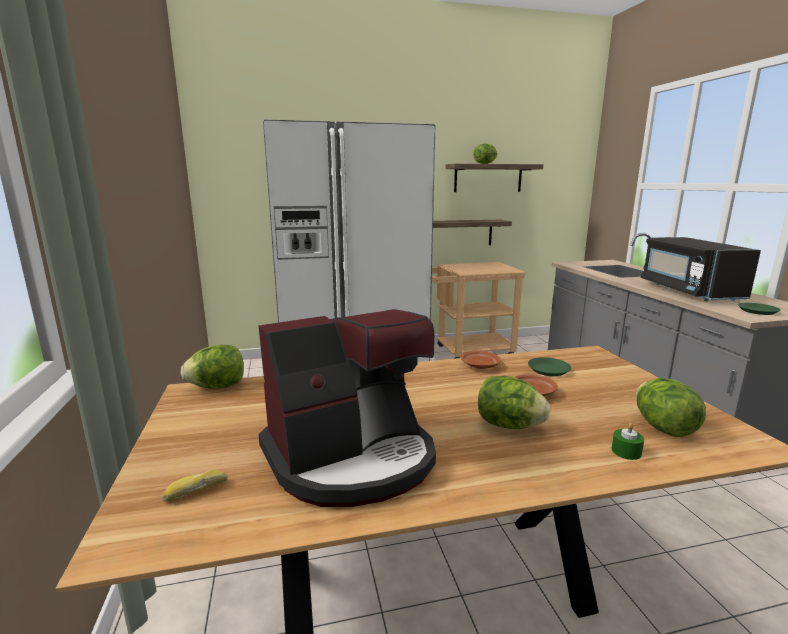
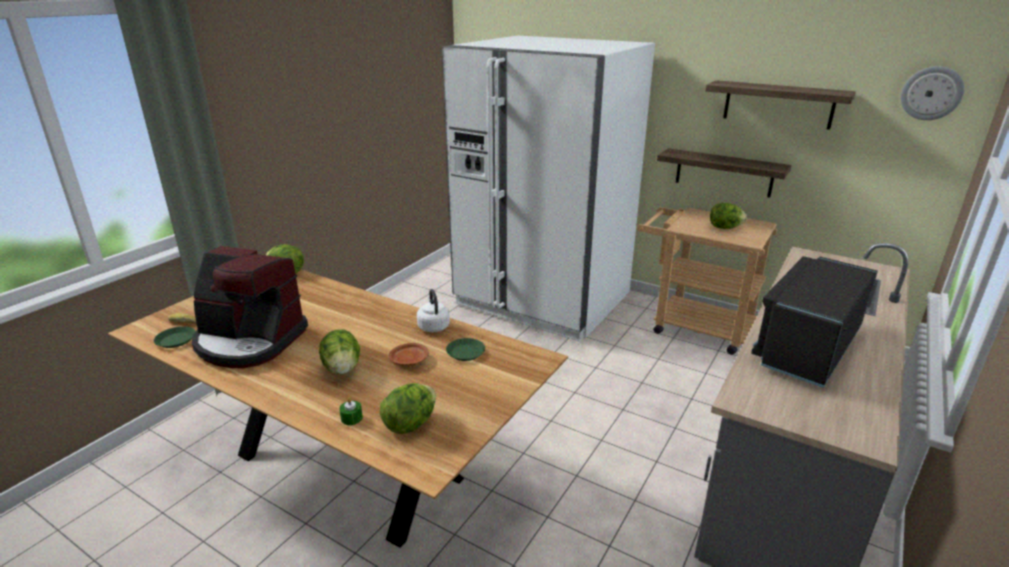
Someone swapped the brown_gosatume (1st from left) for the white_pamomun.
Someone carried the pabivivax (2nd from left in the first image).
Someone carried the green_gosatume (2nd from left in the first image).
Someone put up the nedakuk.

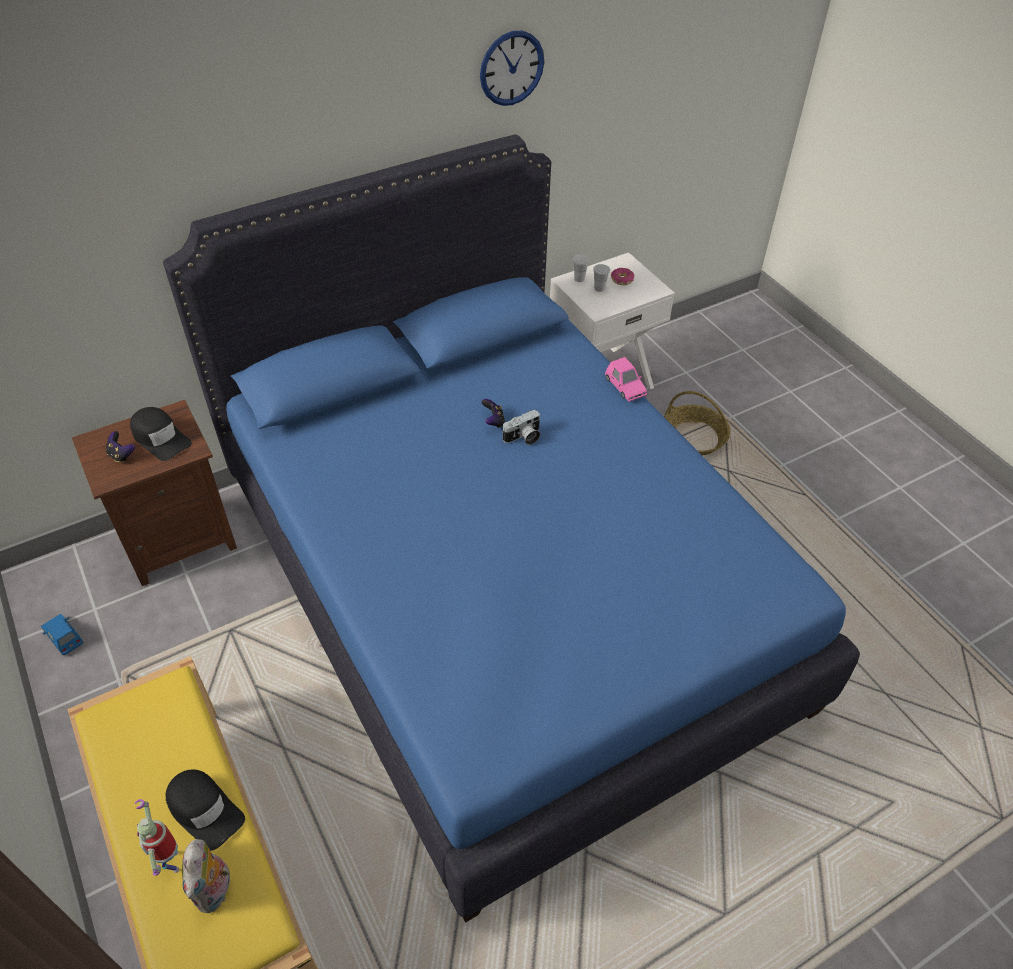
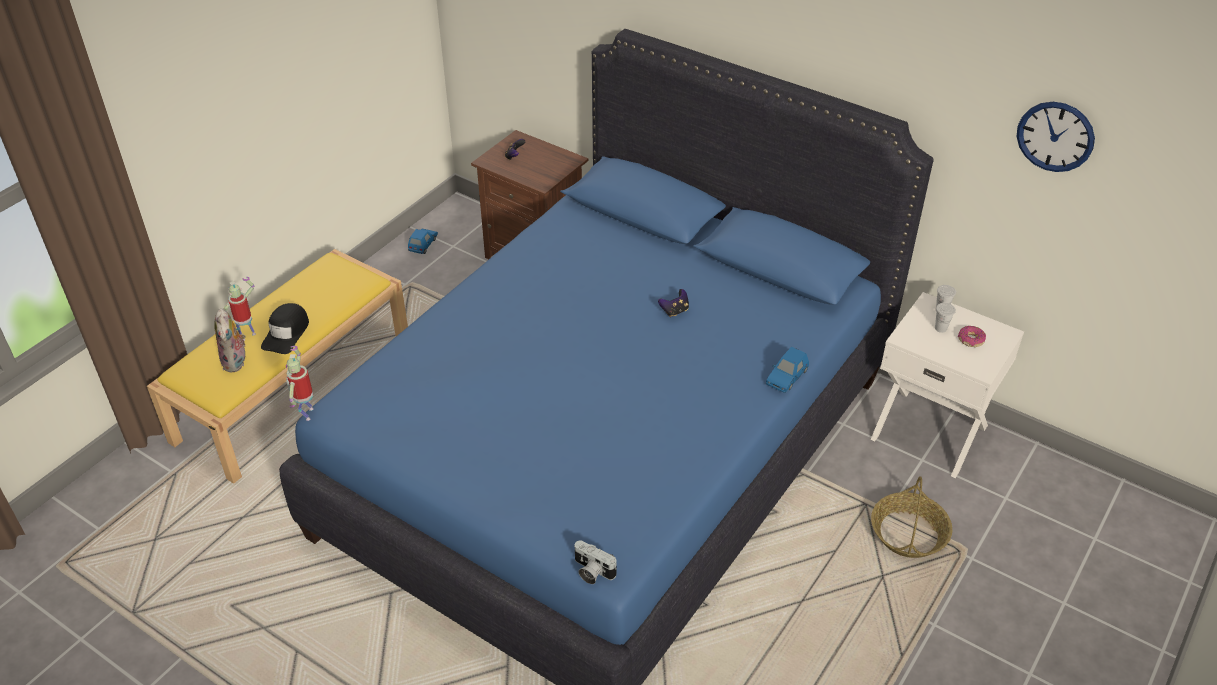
Someone took away the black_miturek (1st from left).
Someone rotated the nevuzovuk by 75 degrees counterclockwise.
Someone carried the nedakuk.
Someone carried the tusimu.
Someone repainted the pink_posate, which became the blue_posate (2nd from left).
Someone put down the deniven (2nd from left).

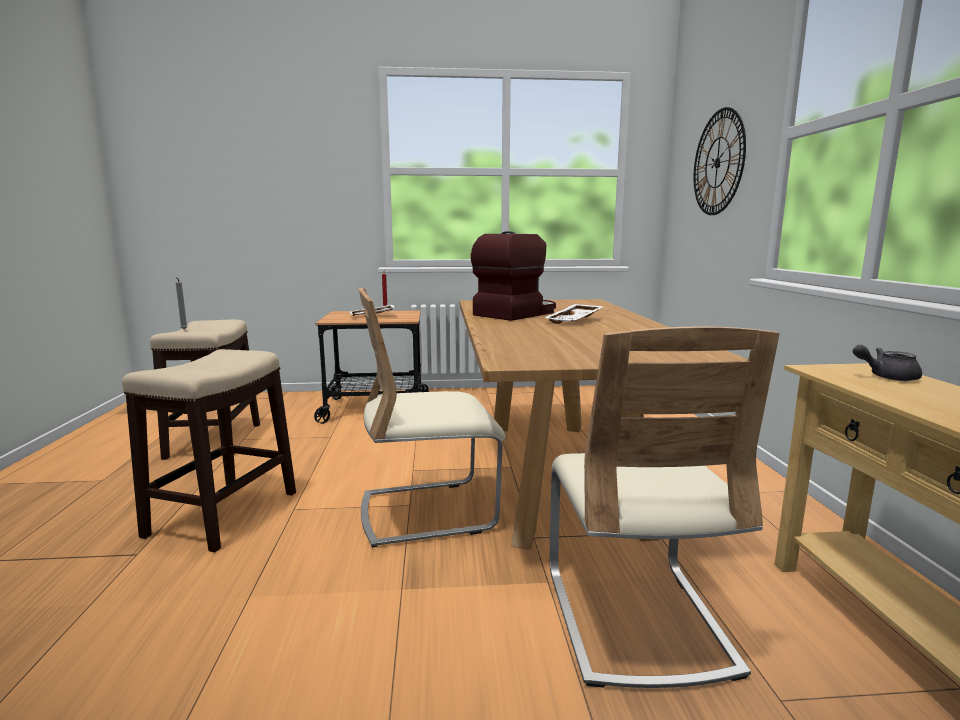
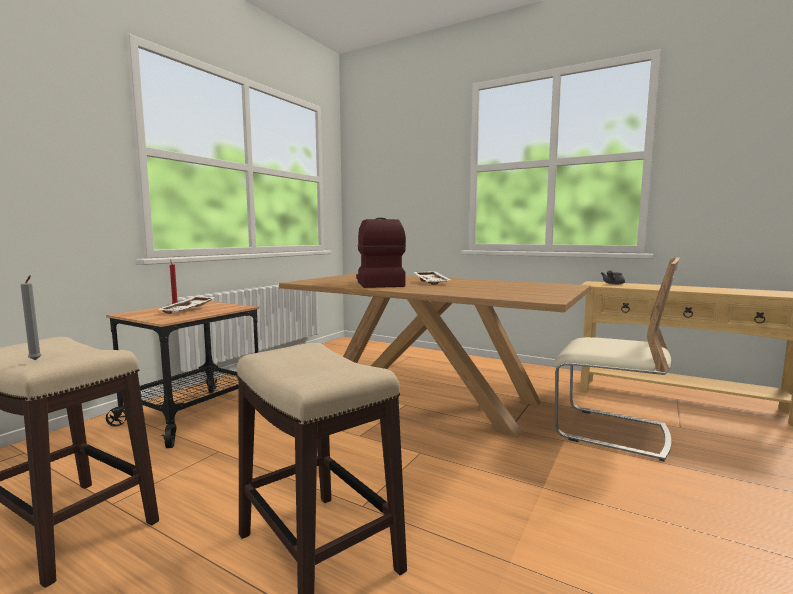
Someone took away the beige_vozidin (1st from left).
Someone took away the nedakuk.

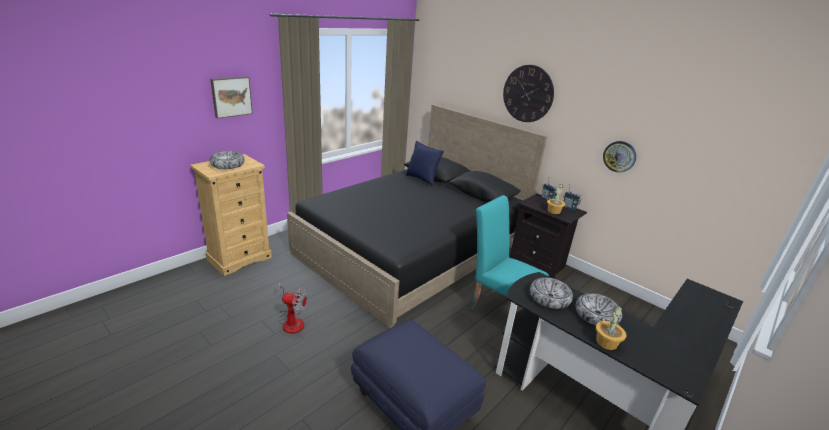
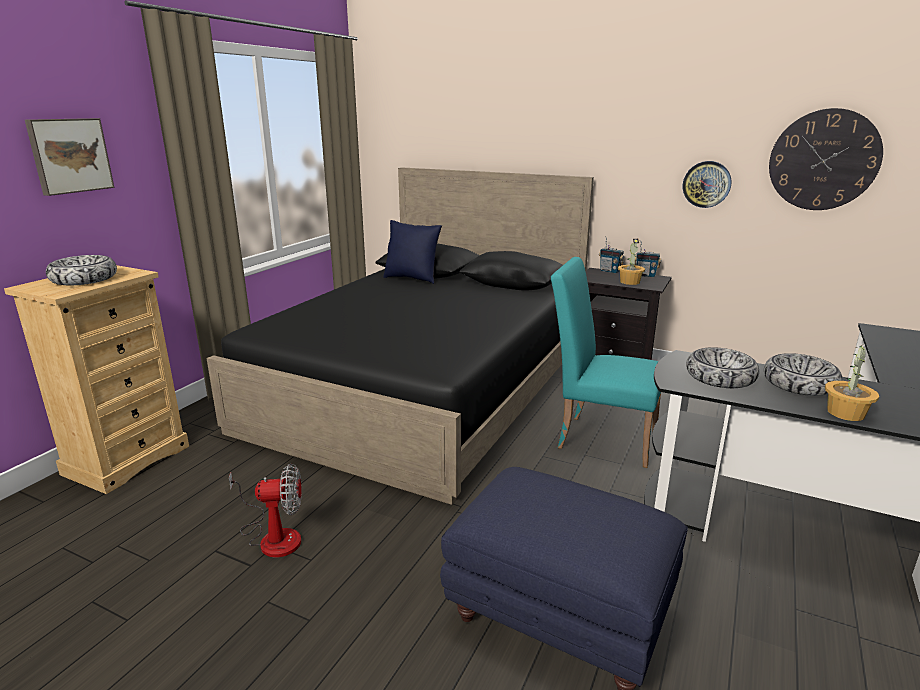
Someone carried the nedakuk (1st from left in the first image).

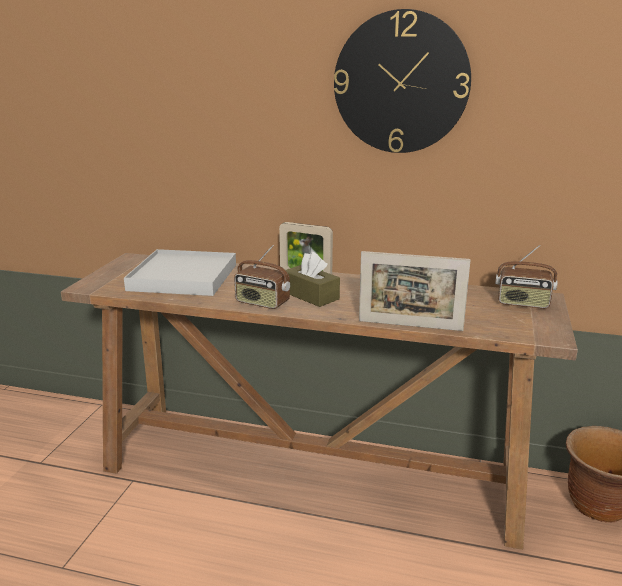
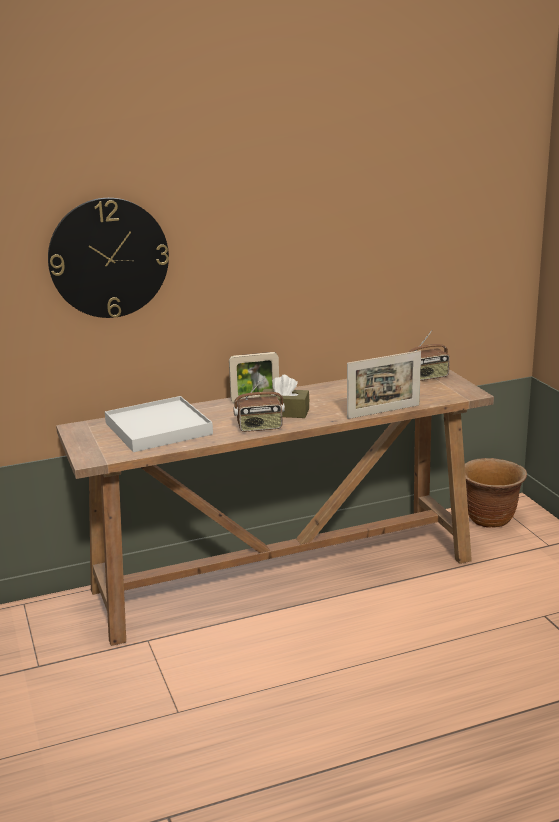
Someone carried the nedakuk.

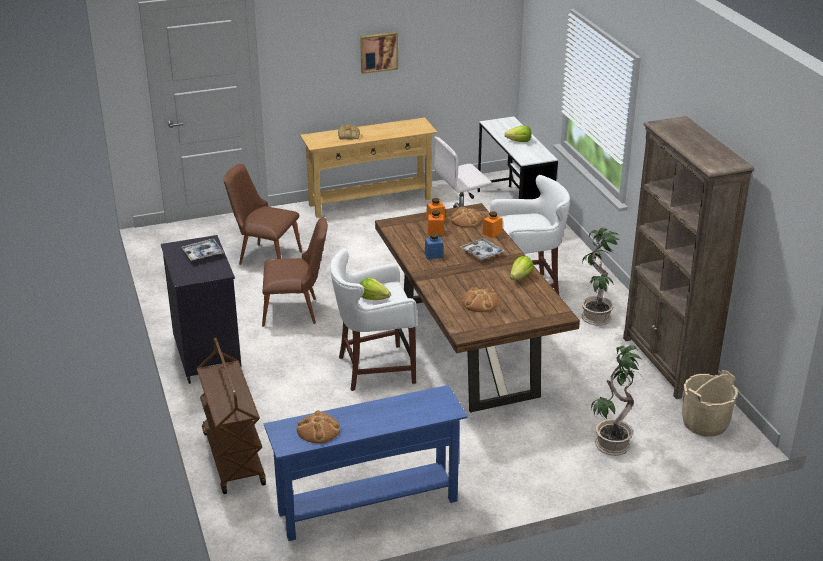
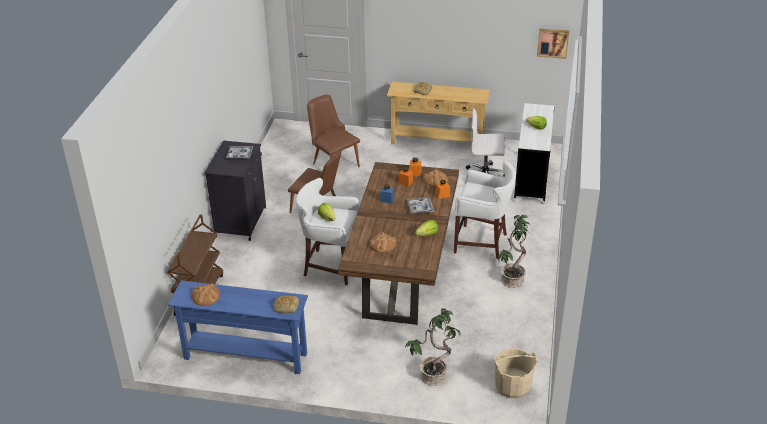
Someone carried the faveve.
Someone took away the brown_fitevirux.
Someone put down the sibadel (2nd from left).

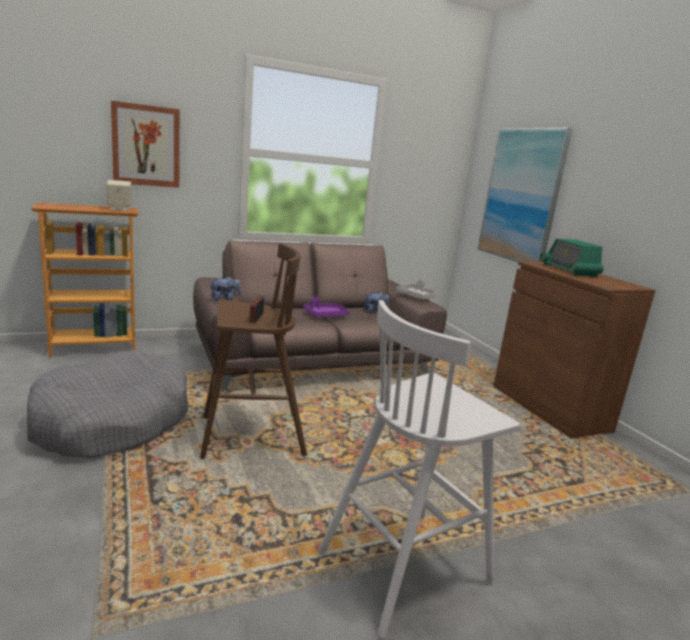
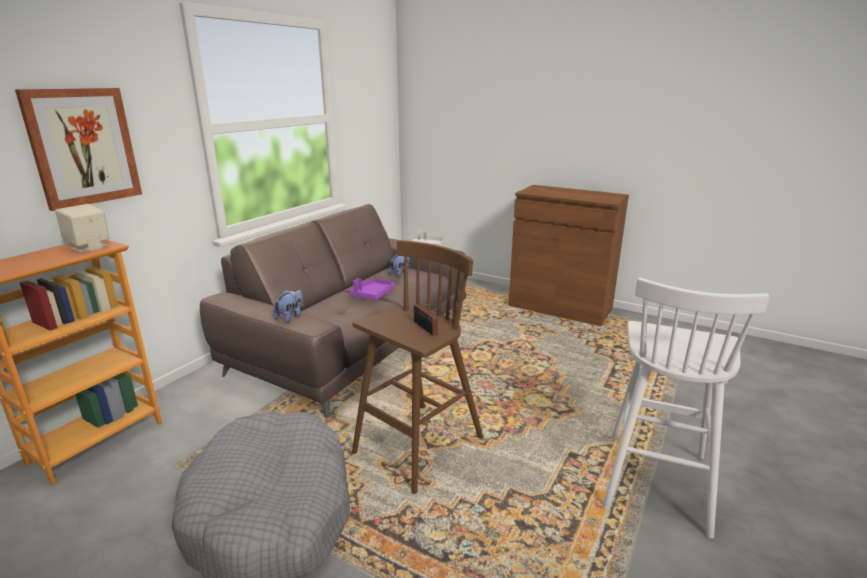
Someone took away the faveve (2nd from left).
Someone took away the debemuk (2nd from left).

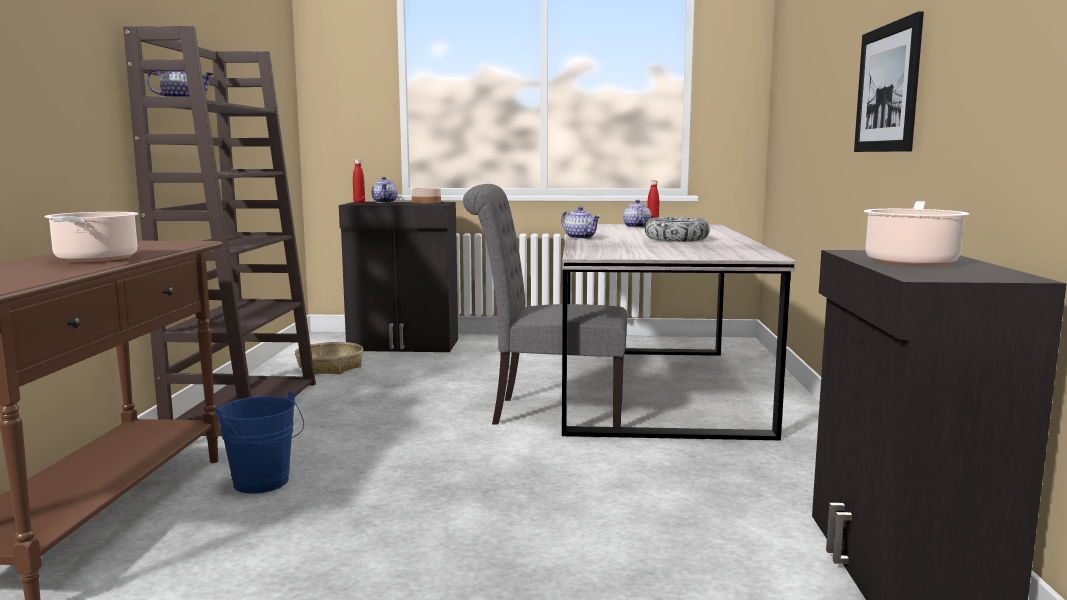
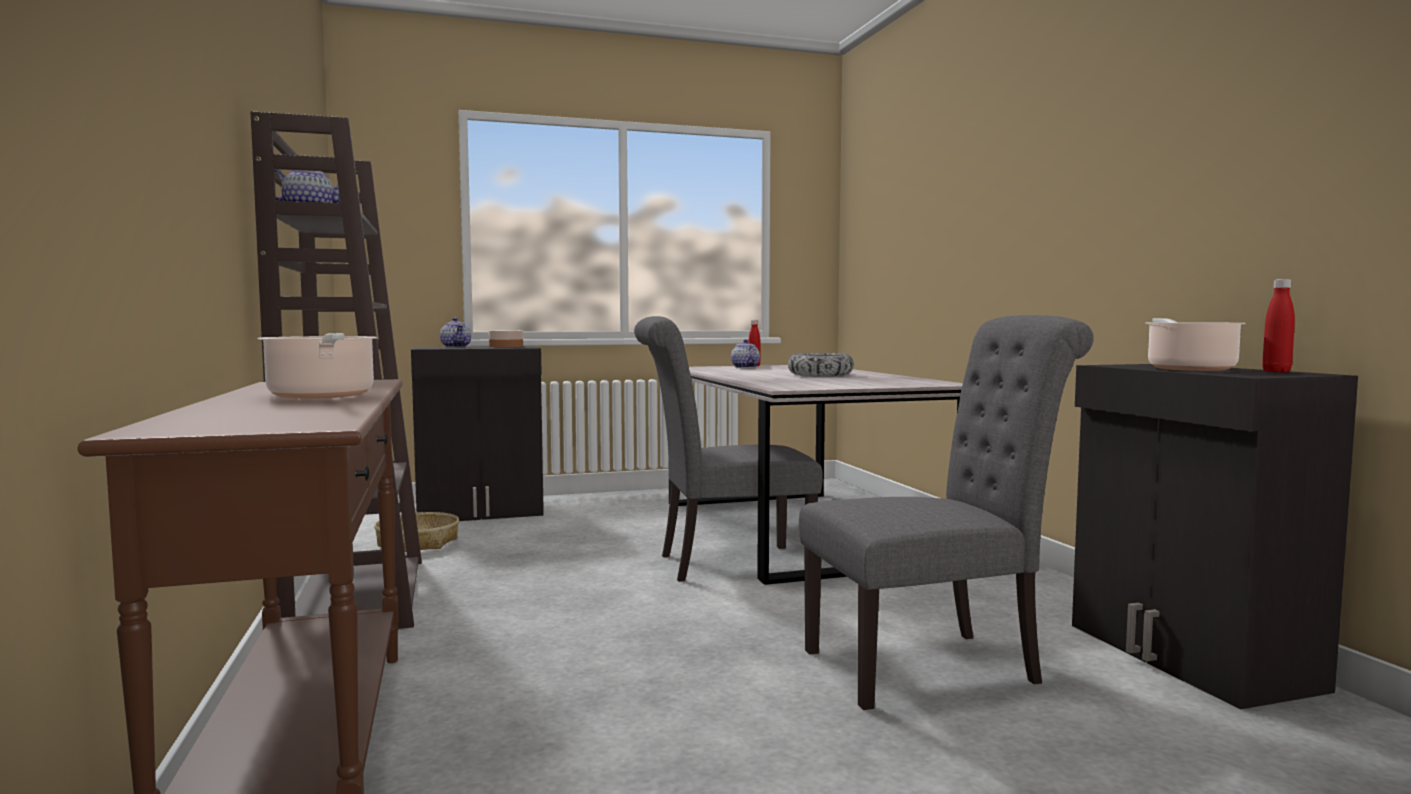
Someone took away the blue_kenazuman.
Someone carried the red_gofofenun (1st from left in the first image).
Someone took away the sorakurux (3rd from left).
Someone took away the faveve.
Someone put down the grey_vozidin (2nd from left).

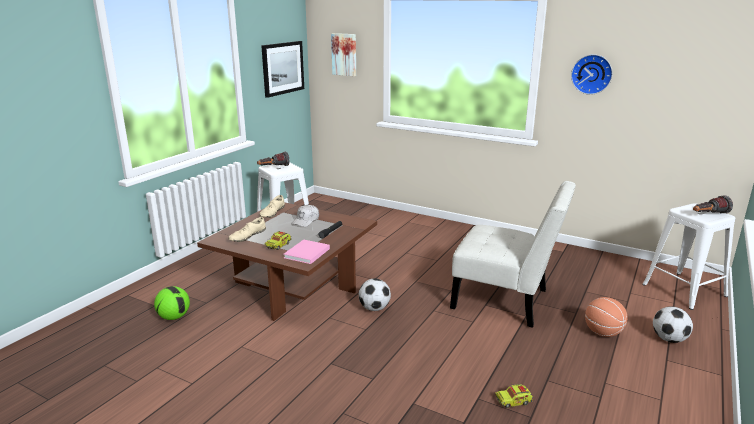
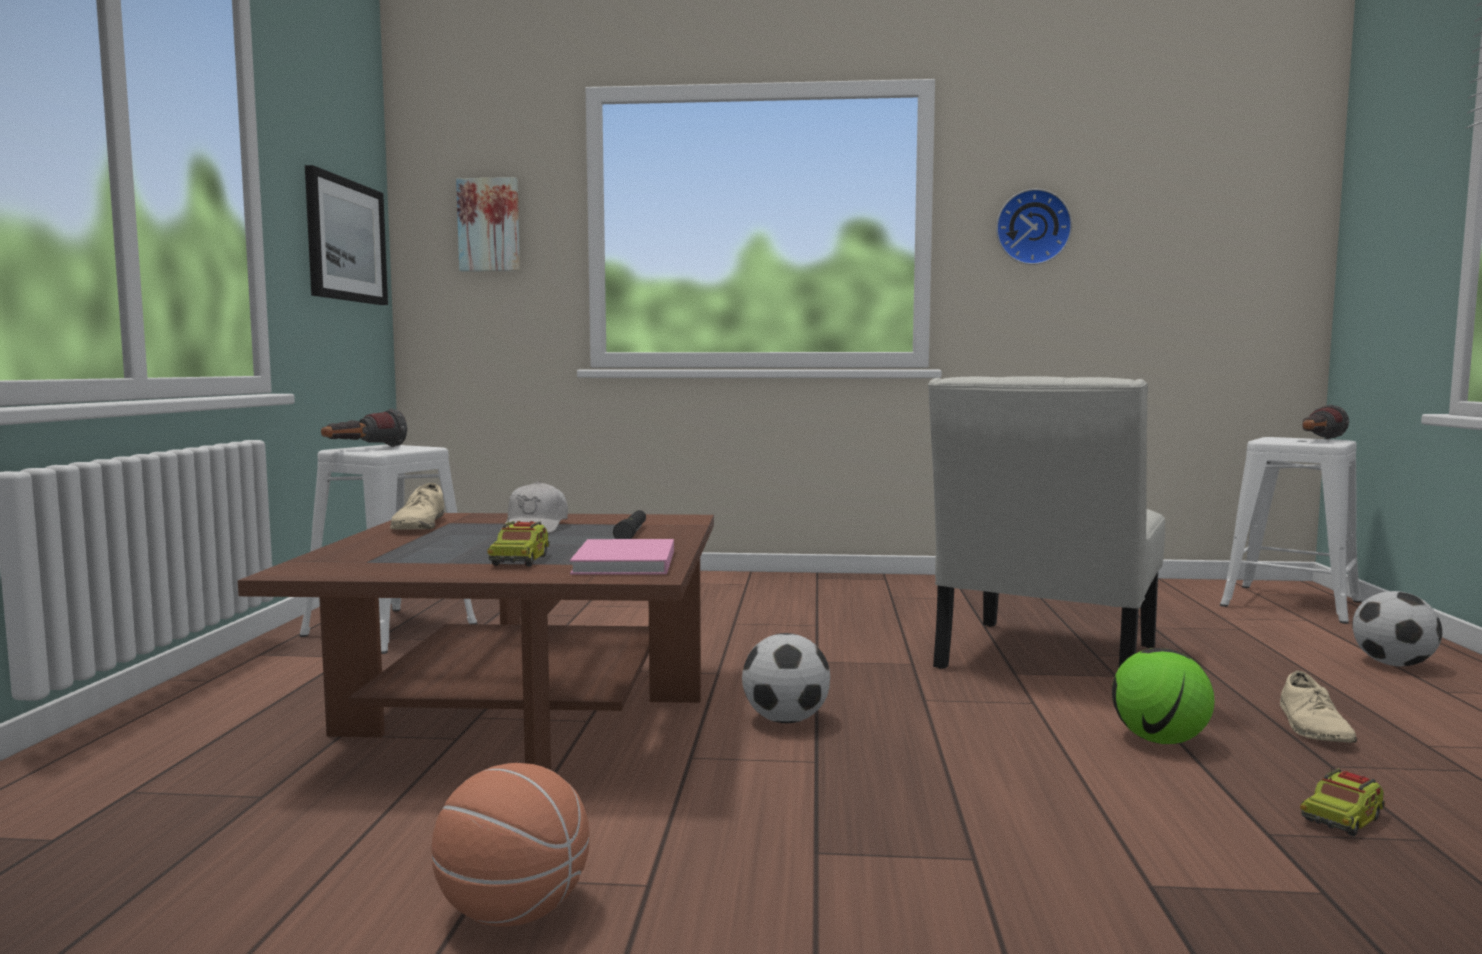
Someone carried the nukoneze (1st from left in the first image).
Someone carried the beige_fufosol (1st from left in the first image).
Someone rotated the white_vozidin by 120 degrees clockwise.
Someone carried the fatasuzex.

